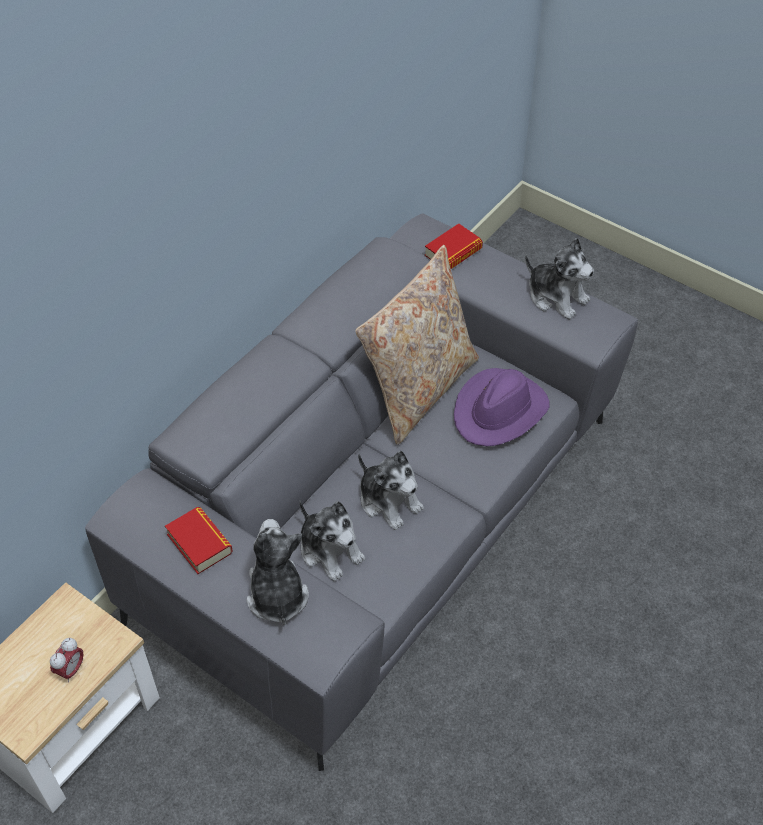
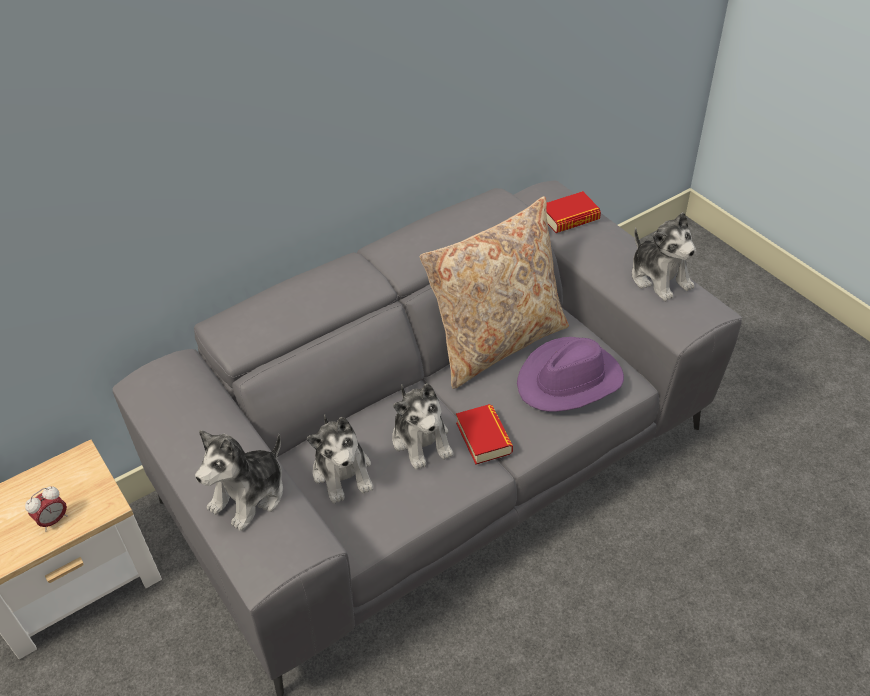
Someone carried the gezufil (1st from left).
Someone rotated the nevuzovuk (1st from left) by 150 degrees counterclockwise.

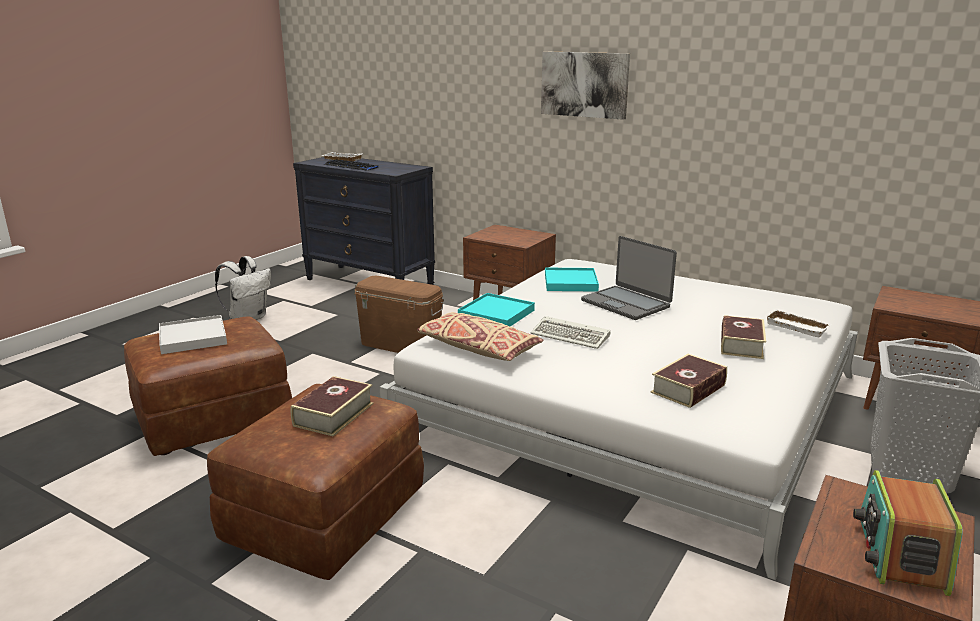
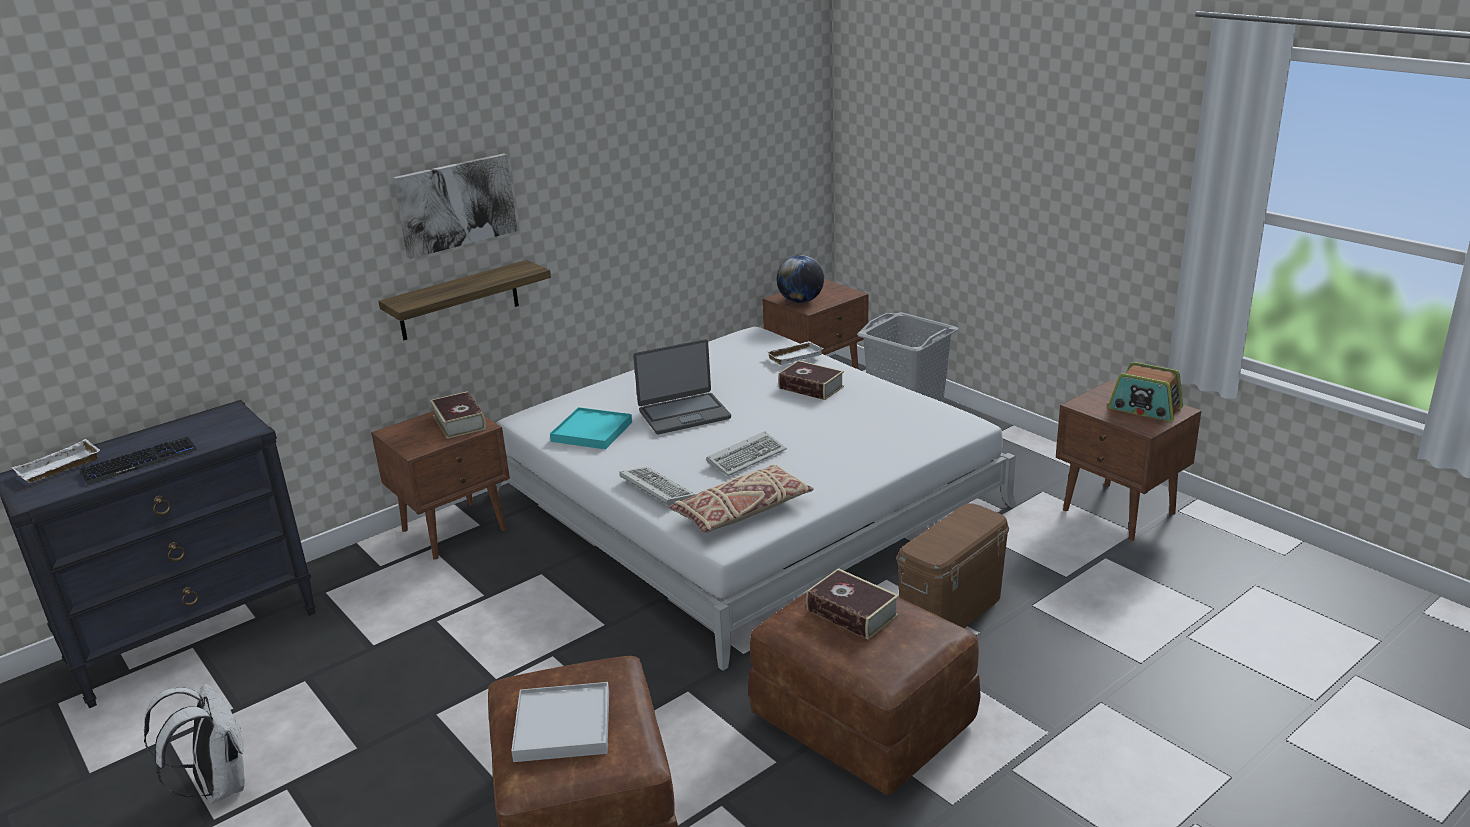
Someone carried the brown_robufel.
Someone swapped the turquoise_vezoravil (1st from left) for the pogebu (2nd from left).
Someone carried the gezufil (2nd from left in the first image).
Someone put up the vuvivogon.
Someone put down the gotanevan.

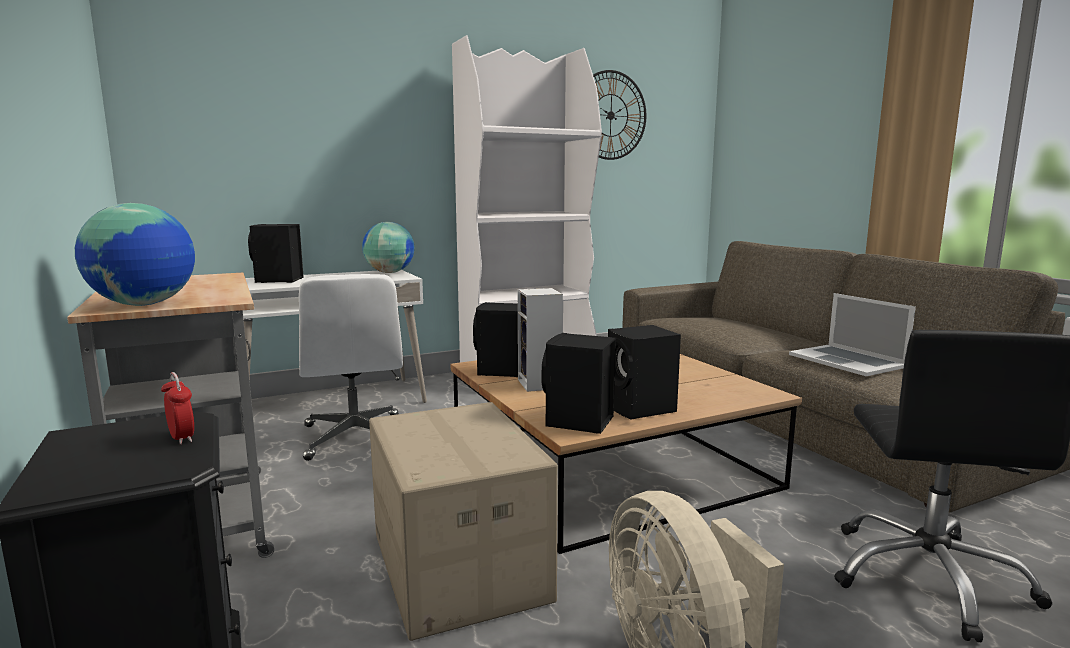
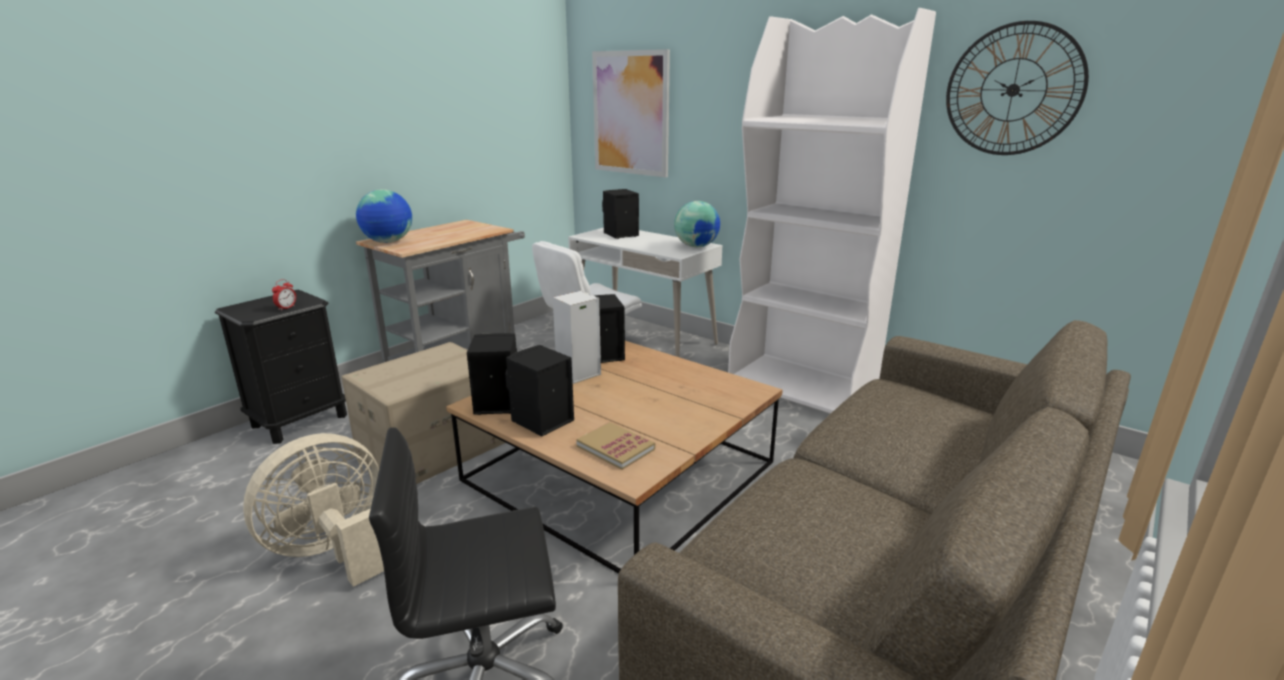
Someone took away the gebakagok.
Someone put down the gezufil.
Someone put up the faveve.

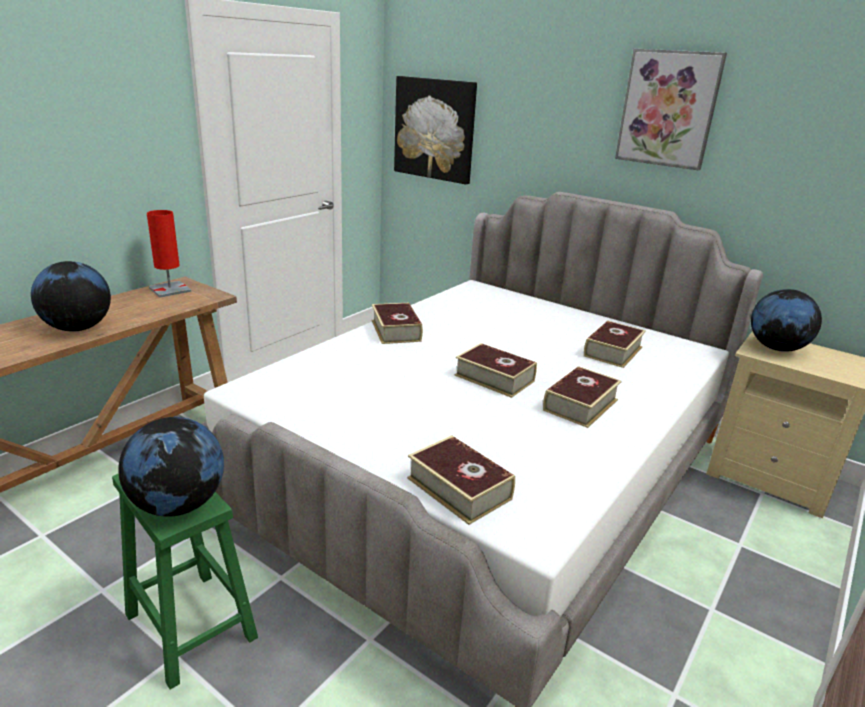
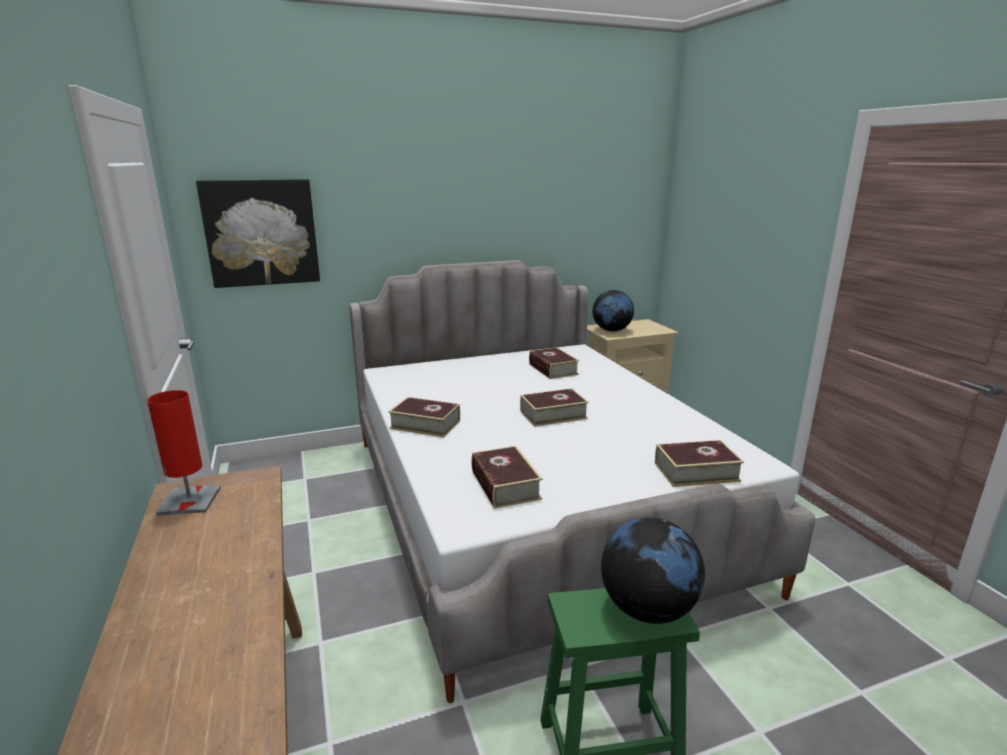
Someone took away the gotanevan (1st from left).
Someone carried the gezufil (4th from left in the first image).
Someone took away the faveve (2nd from left).

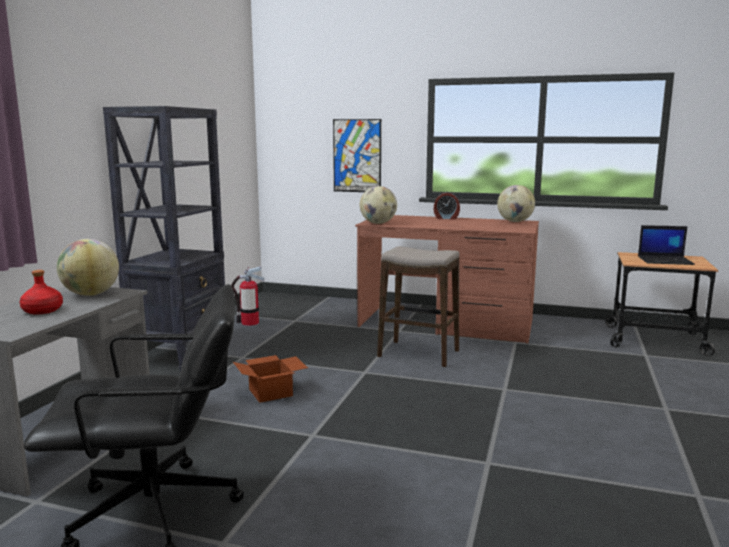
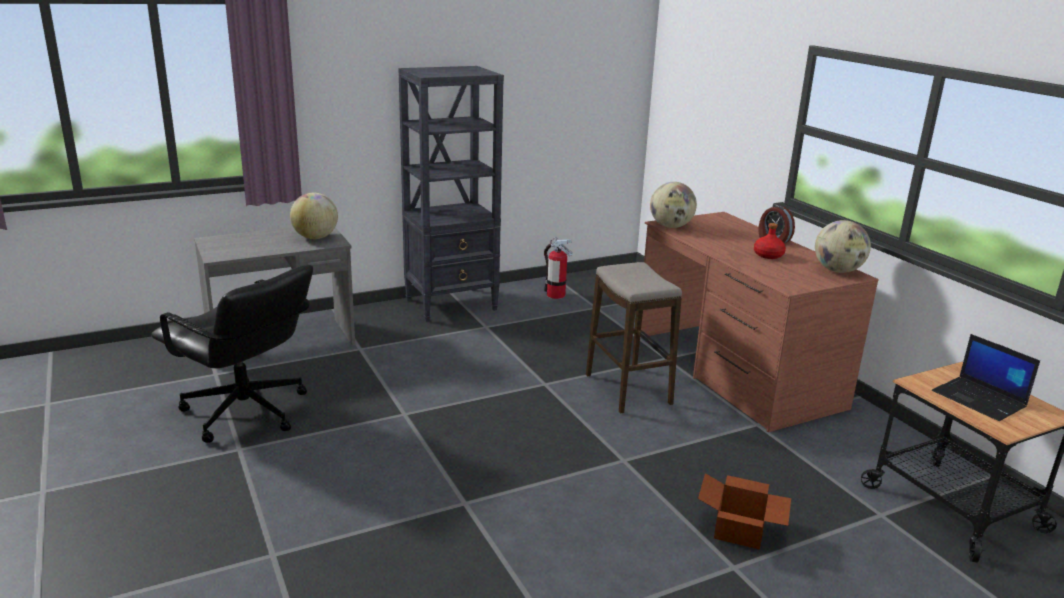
Someone carried the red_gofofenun.
Someone carried the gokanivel.
Someone took away the faveve.

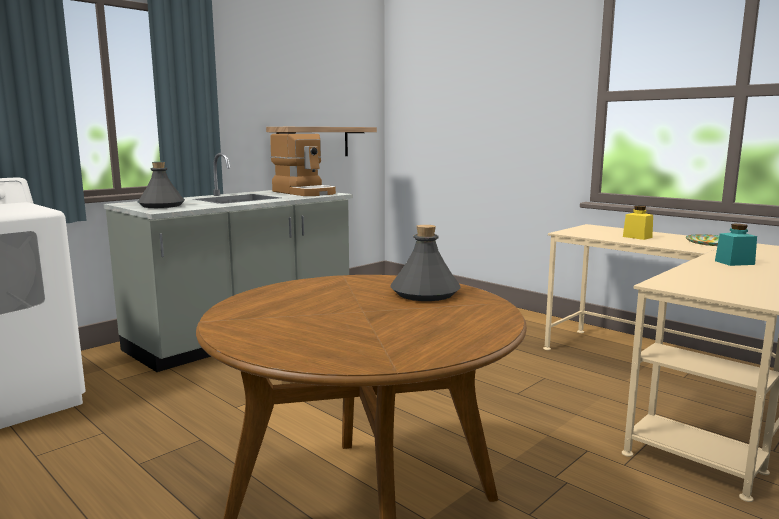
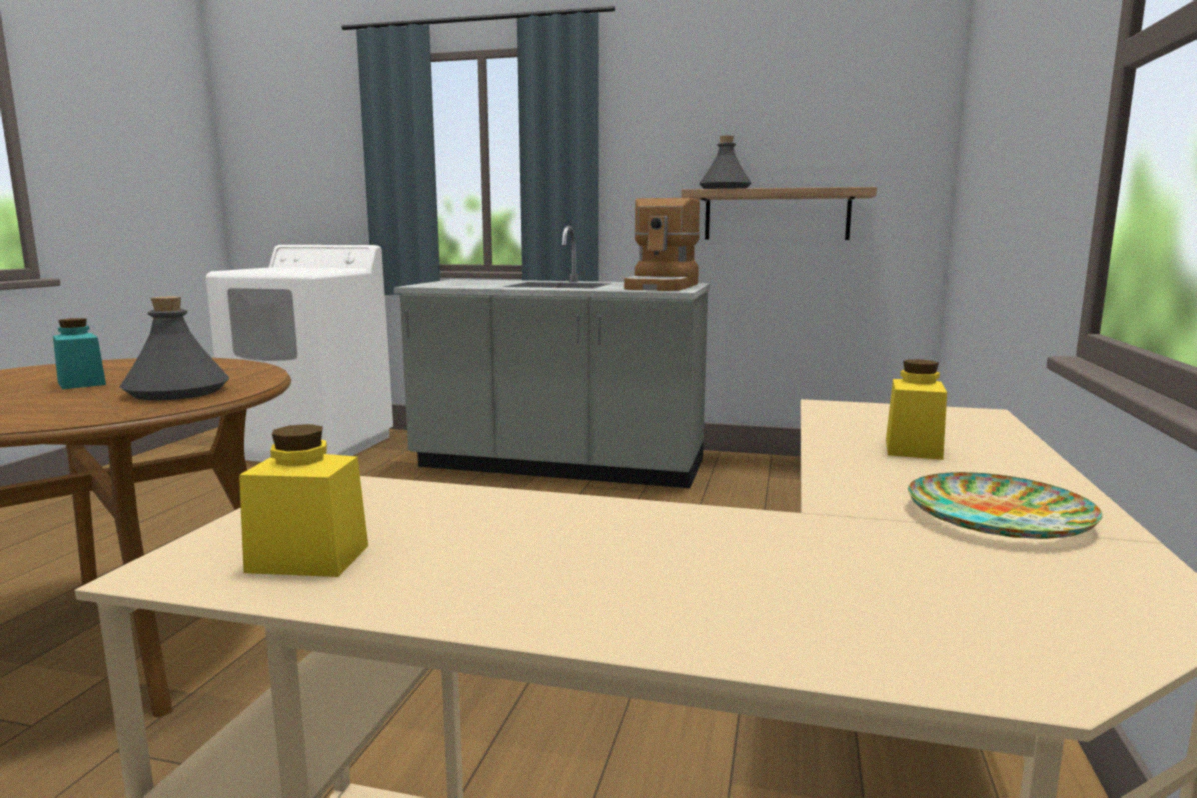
Someone carried the grey_gofofenun (1st from left in the first image).
Someone carried the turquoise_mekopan.
Someone put down the yellow_mekopan (1st from left).

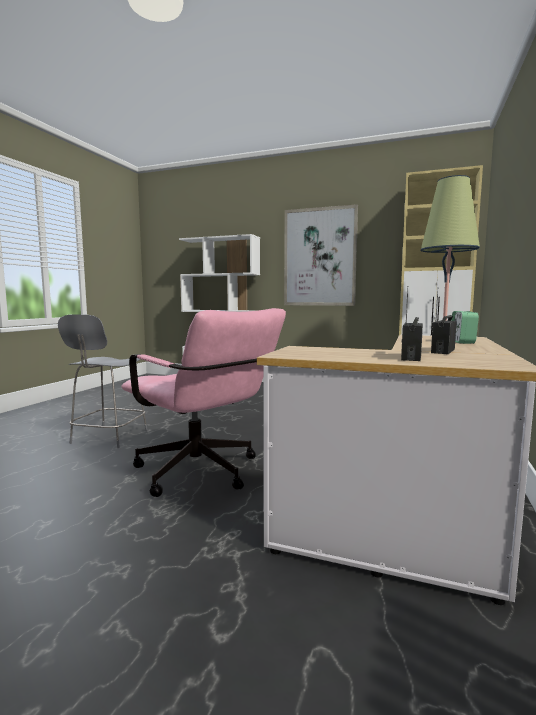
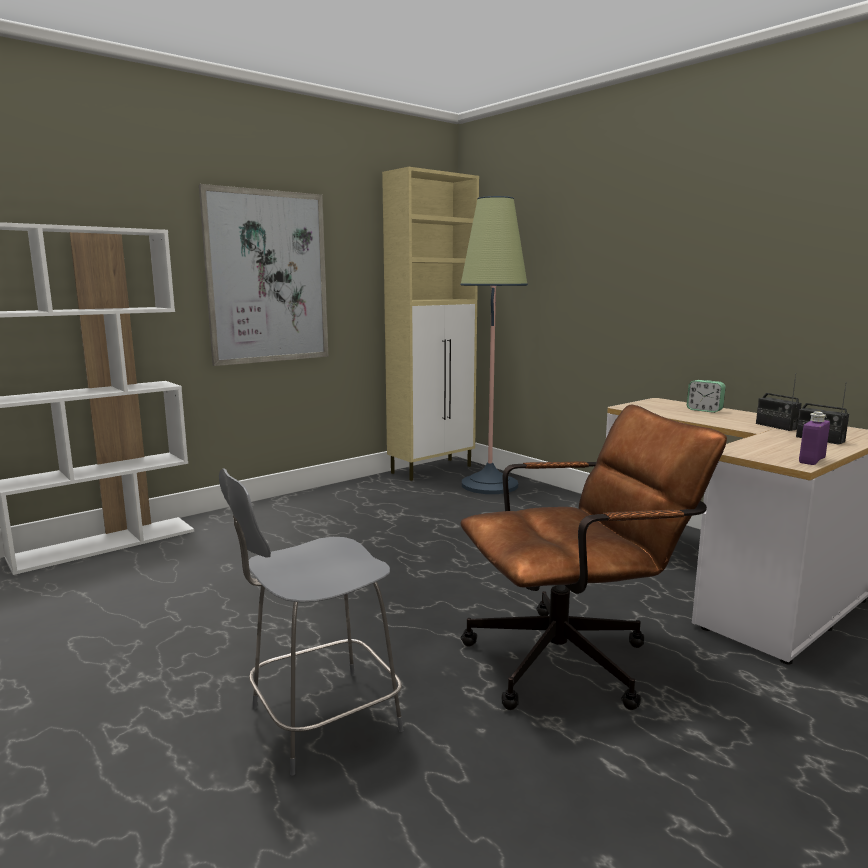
Someone rotated the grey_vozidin by 105 degrees clockwise.
Someone repainted the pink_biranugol, which became the brown_biranugol.
Someone put down the purple_gofofenun.

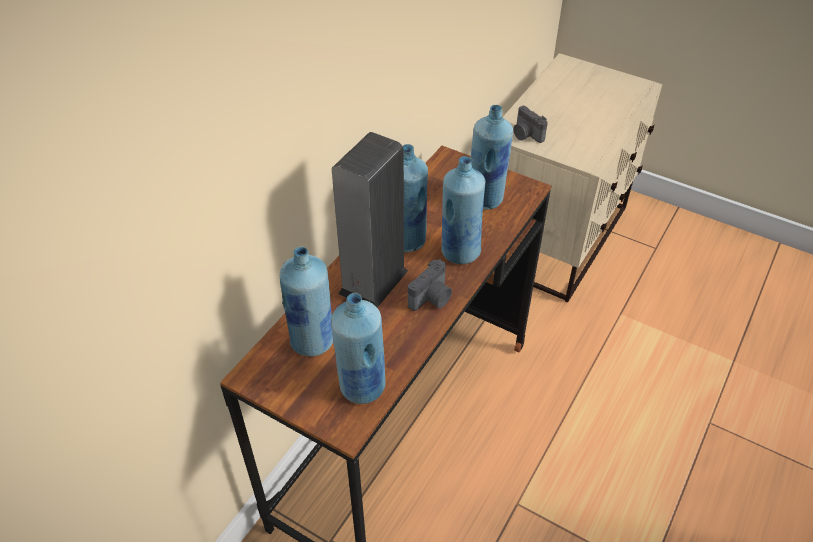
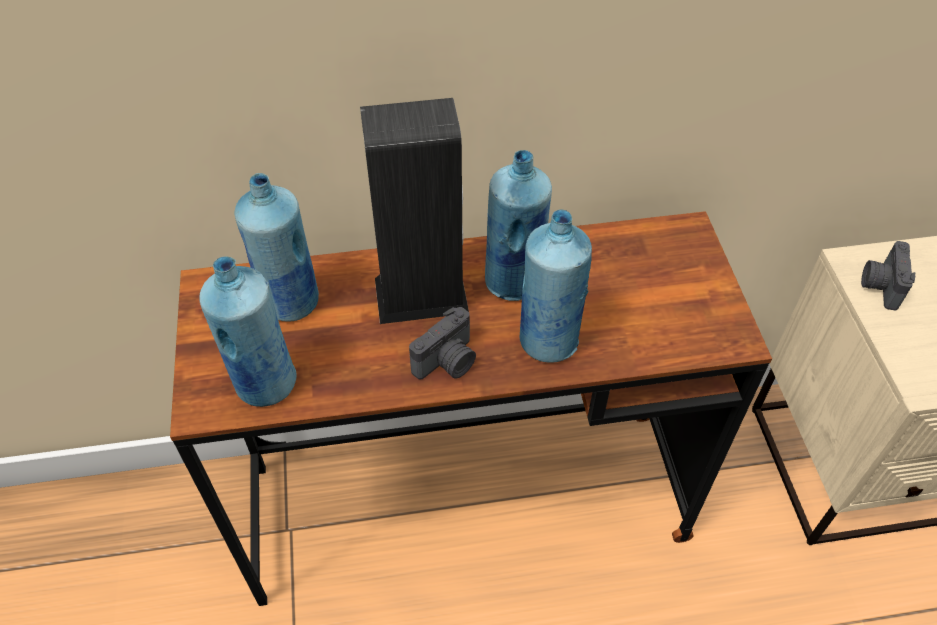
Someone rotated the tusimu (1st from left) by 45 degrees counterclockwise.
Someone took away the blue_gofofenun (5th from left).

